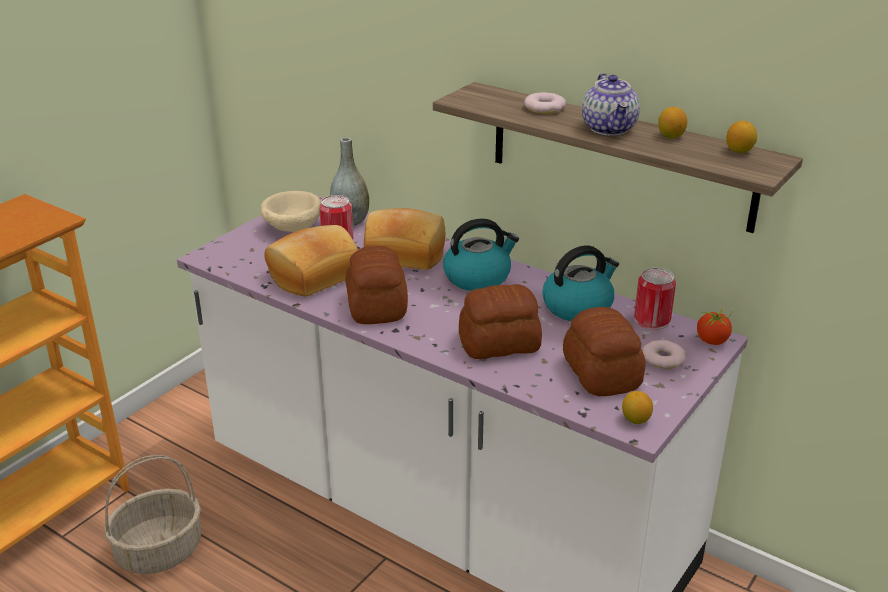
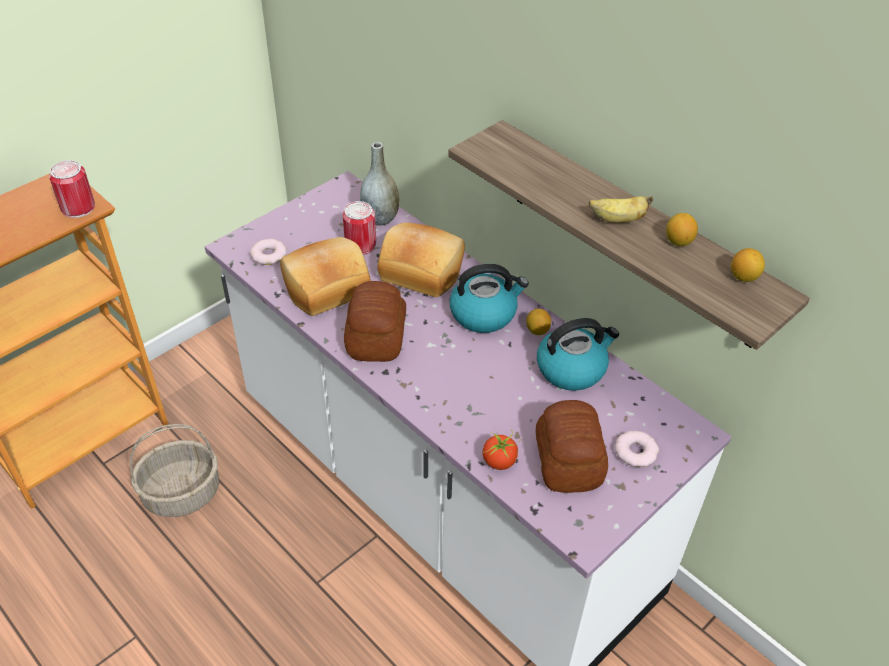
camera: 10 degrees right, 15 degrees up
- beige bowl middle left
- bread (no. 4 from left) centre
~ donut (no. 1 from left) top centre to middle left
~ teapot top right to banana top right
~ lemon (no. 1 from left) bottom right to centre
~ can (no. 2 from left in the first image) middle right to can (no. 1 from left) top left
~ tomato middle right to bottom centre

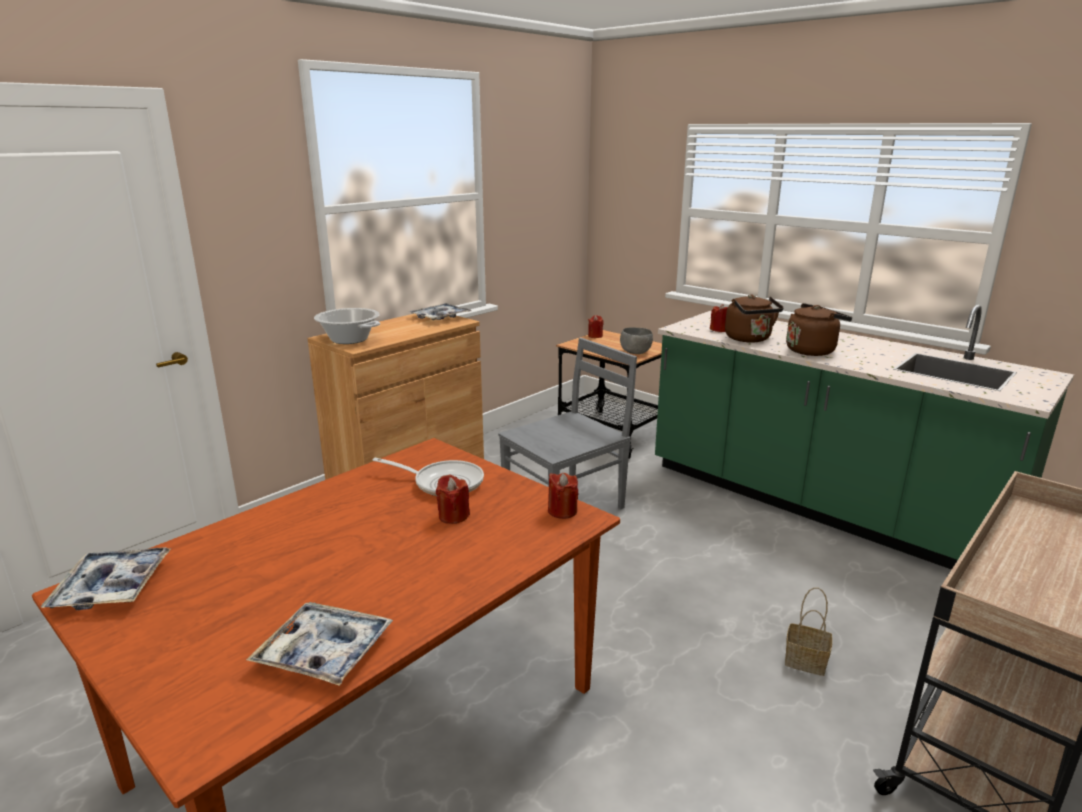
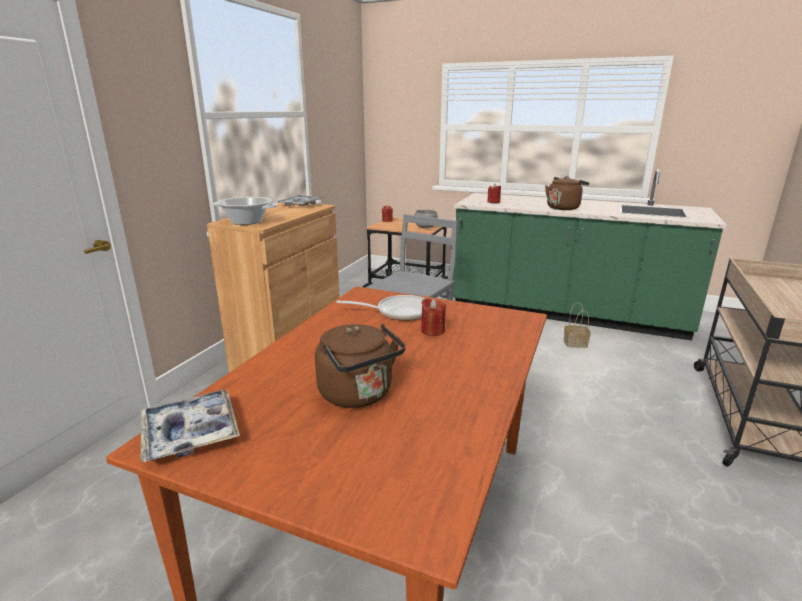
camera: 20 degrees left, 0 degrees up
- tray (no. 2 from left) bottom left
- red candle (no. 2 from left) centre
~ brown kettle (no. 1 from left) middle right to centre
~ basket bottom right to middle right

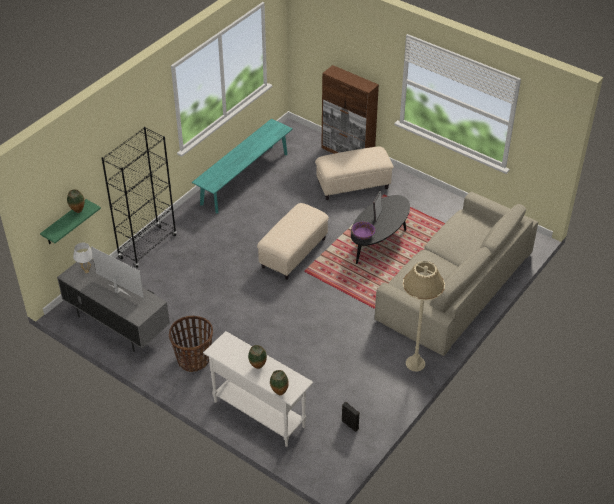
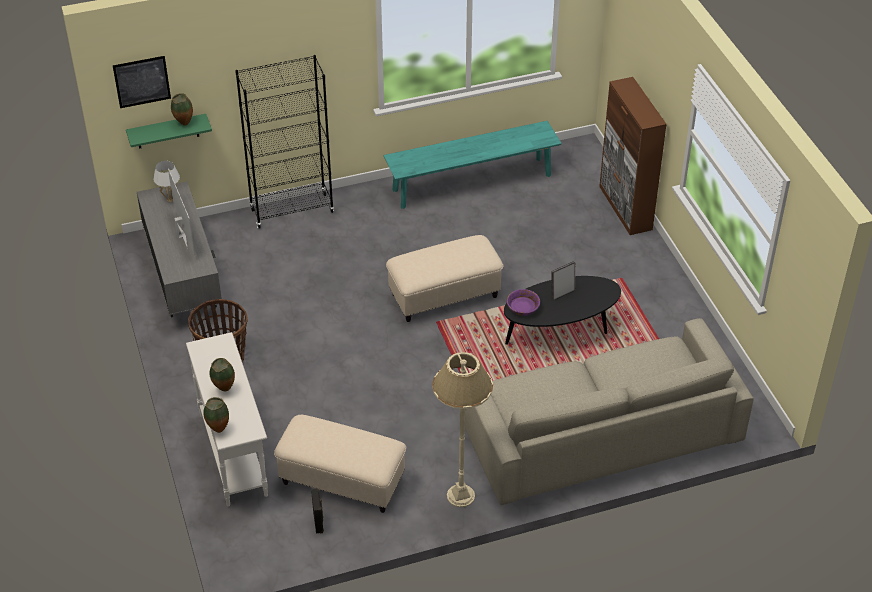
camera: 35 degrees right, 0 degrees up
~ beige ottoman (no. 2 from left in the first image) centre to beige ottoman (no. 1 from left) bottom centre
+ picture top left

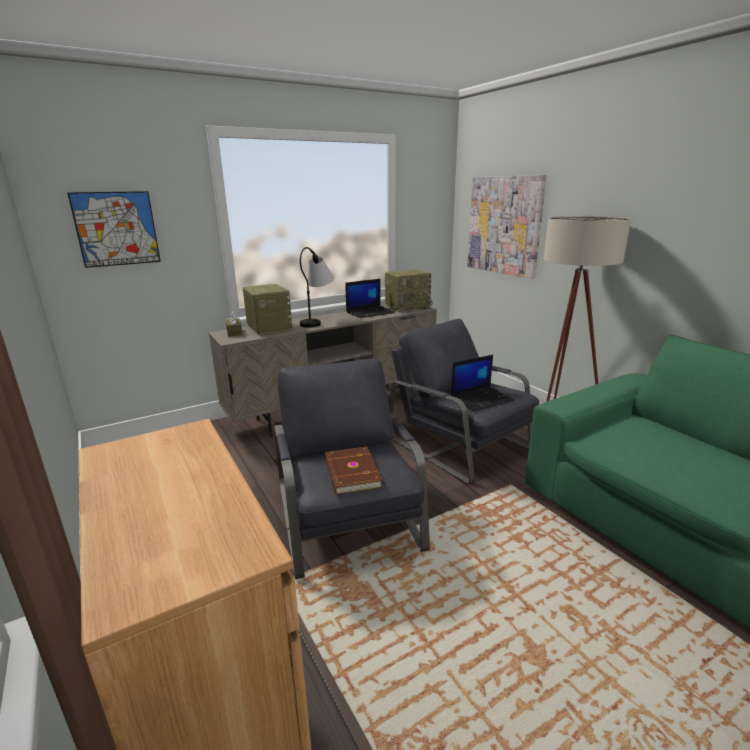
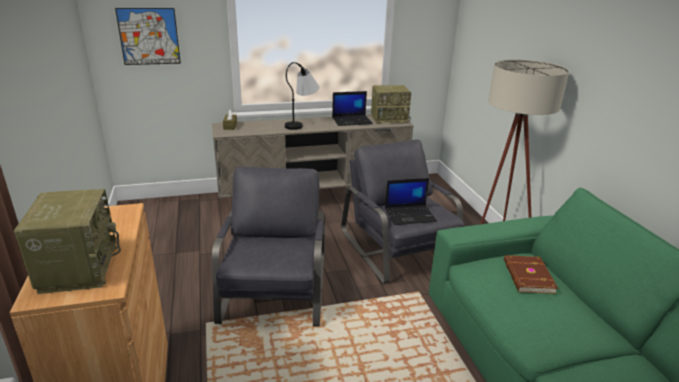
camera: 15 degrees right, 5 degrees up
~ radio (no. 1 from left) centre to middle left
~ brown book centre to bottom right
- picture (no. 2 from left) top right

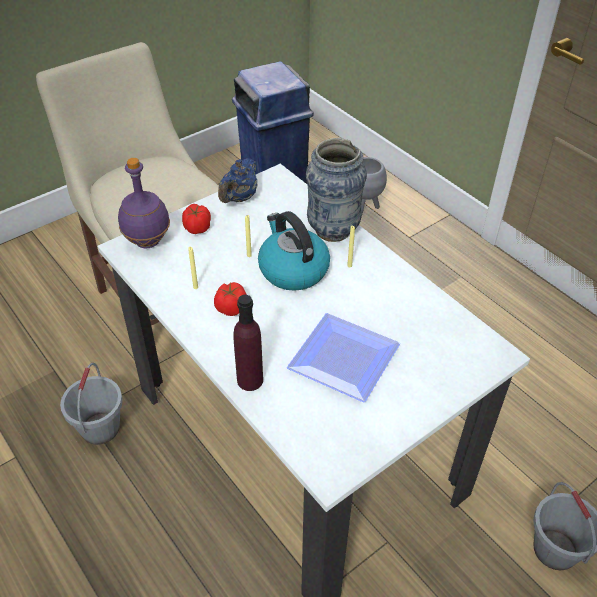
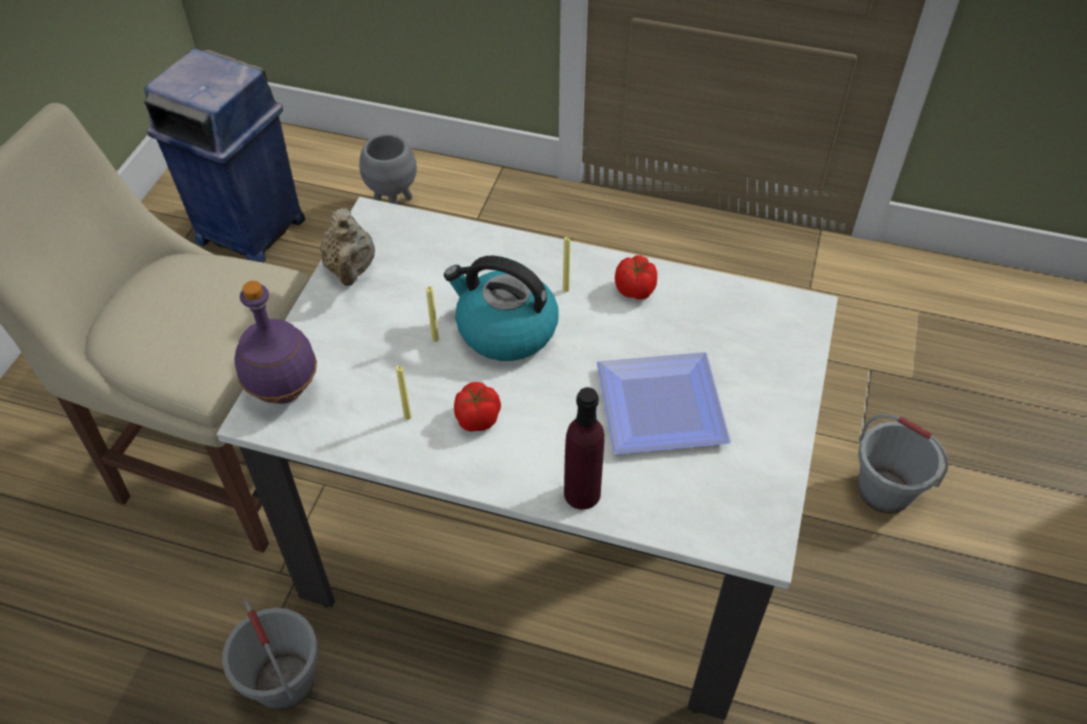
camera: 35 degrees left, 5 degrees up
~ tomato (no. 1 from left in the first image) middle left to tomato (no. 2 from left) centre
~ blue teapot top centre to beige teapot middle left
- vase top centre

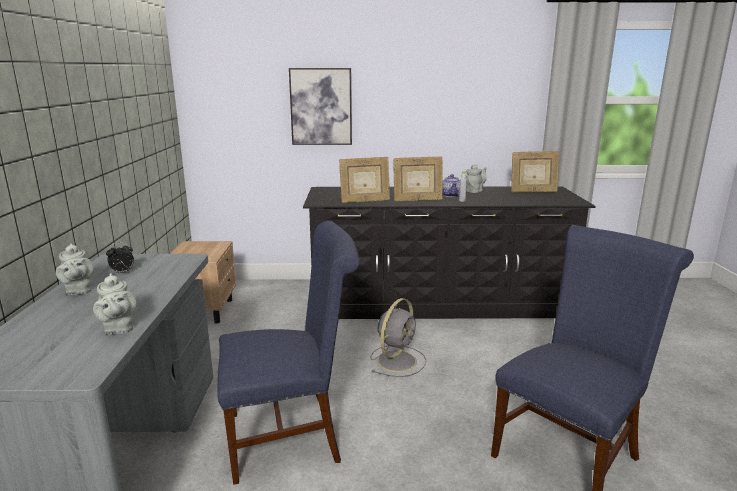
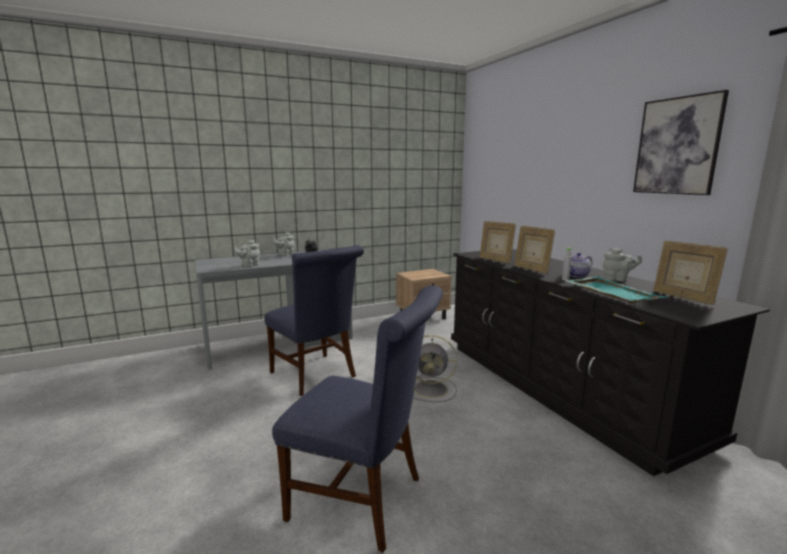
camera: 65 degrees right, 5 degrees down
~ picture top centre to top right
+ turquoise tray middle right

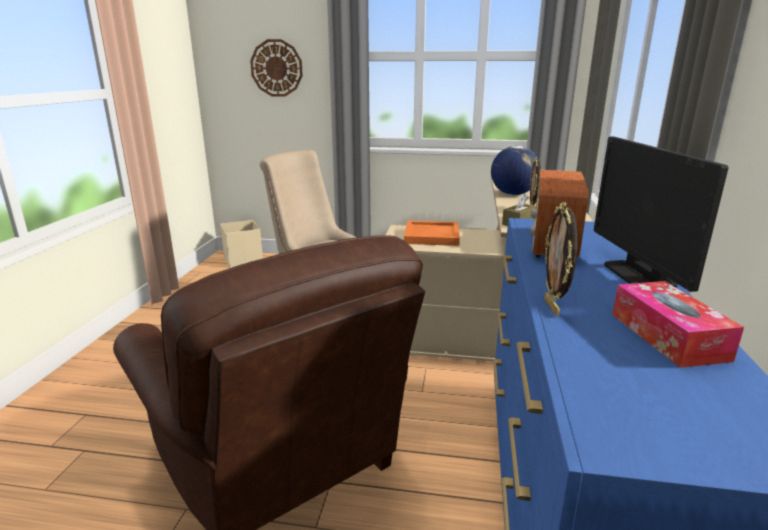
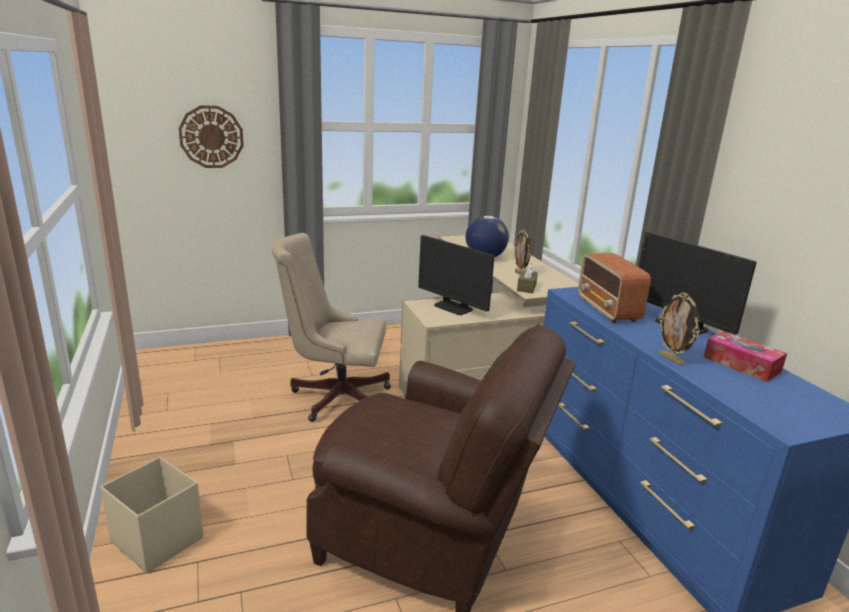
camera: 30 degrees left, 0 degrees up
~ beige storage box middle left to bottom left
~ orange tray centre to monitor (no. 1 from left) centre

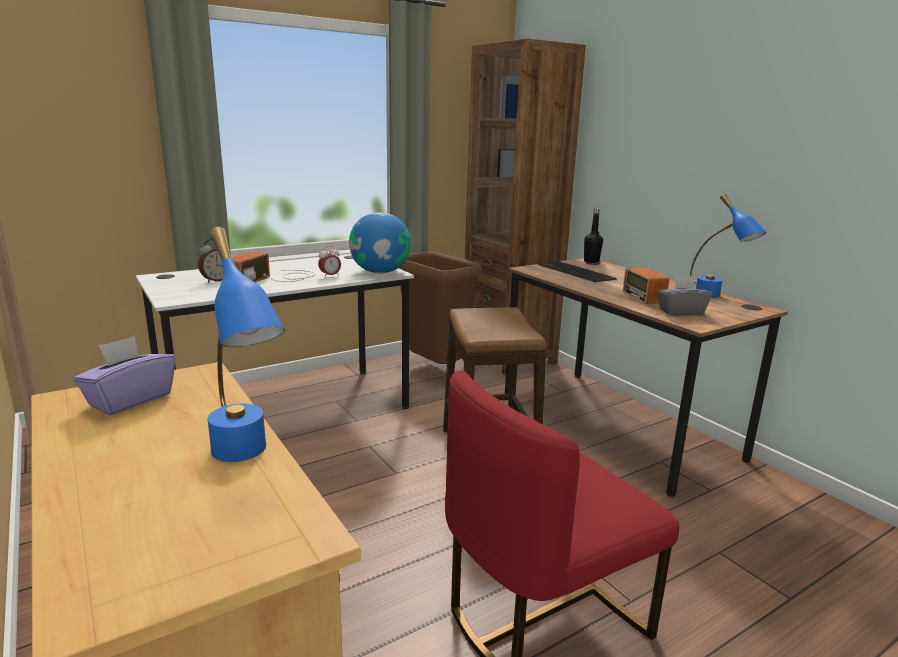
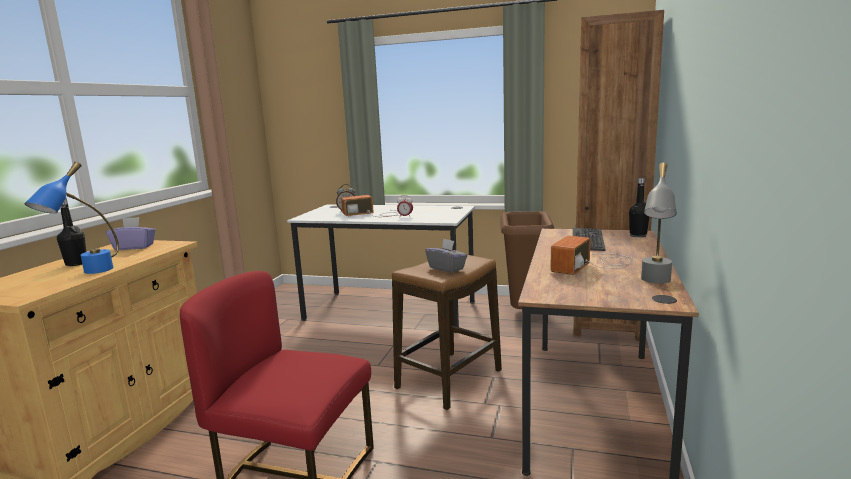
camera: 50 degrees right, 5 degrees down
- globe centre
~ grey tissue box middle right to centre
~ blue table lamp (no. 2 from left) middle right to grey table lamp middle right
+ black bottle (no. 1 from left) middle left

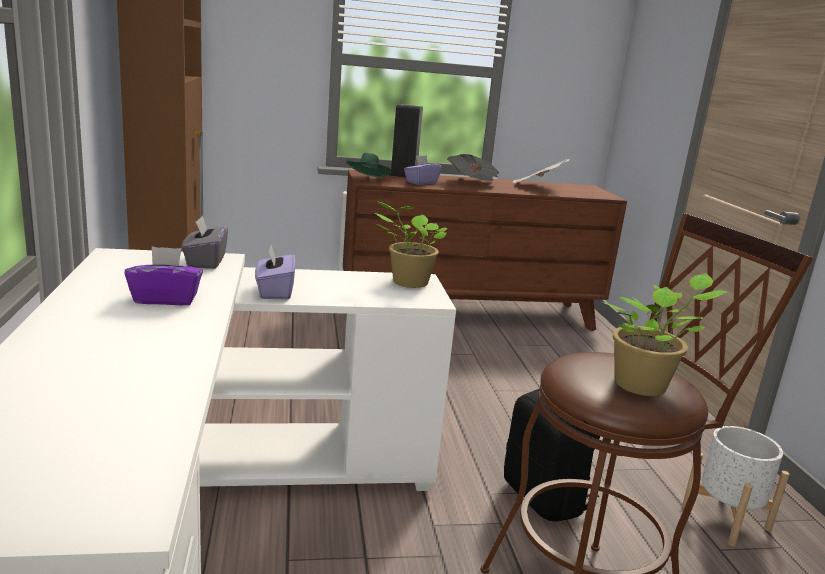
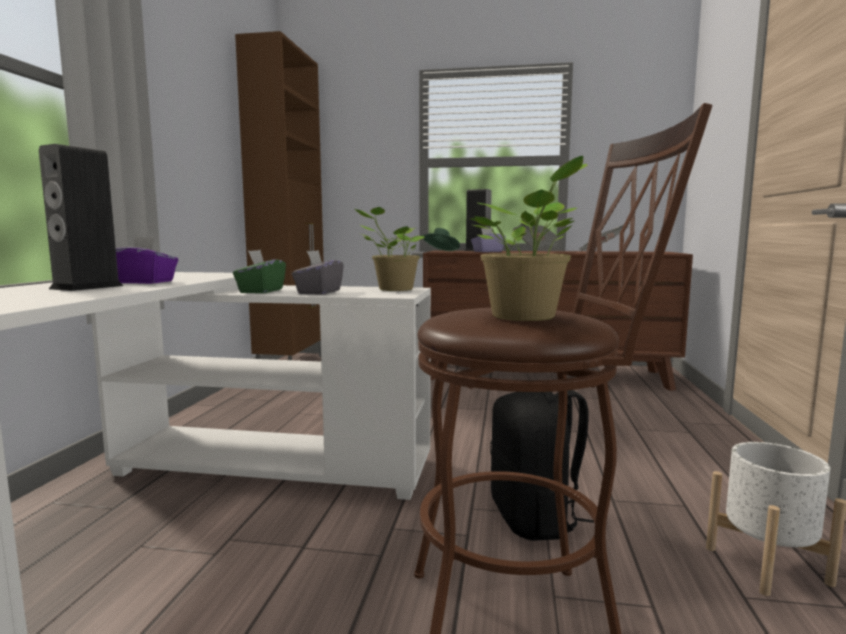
camera: 20 degrees right, 10 degrees down
~ grey tissue box middle left to centre
~ purple tissue box (no. 2 from left) centre to green tissue box middle left
+ speaker (no. 1 from left) middle left

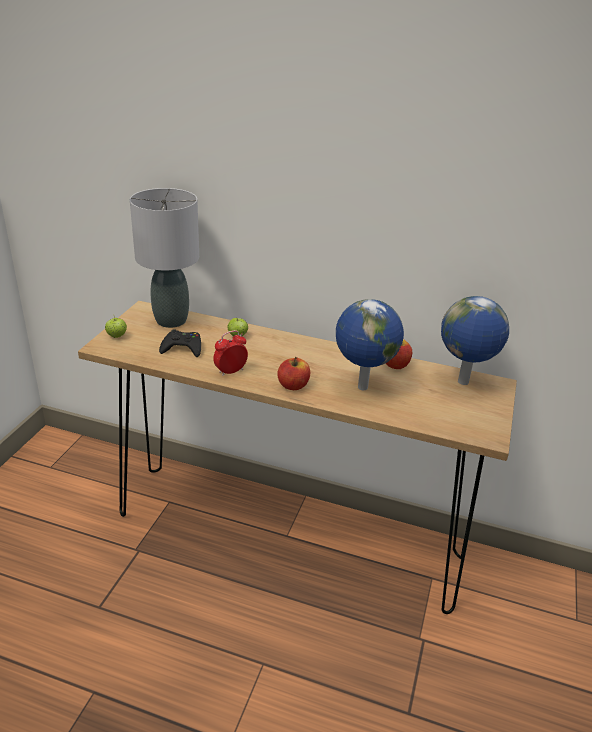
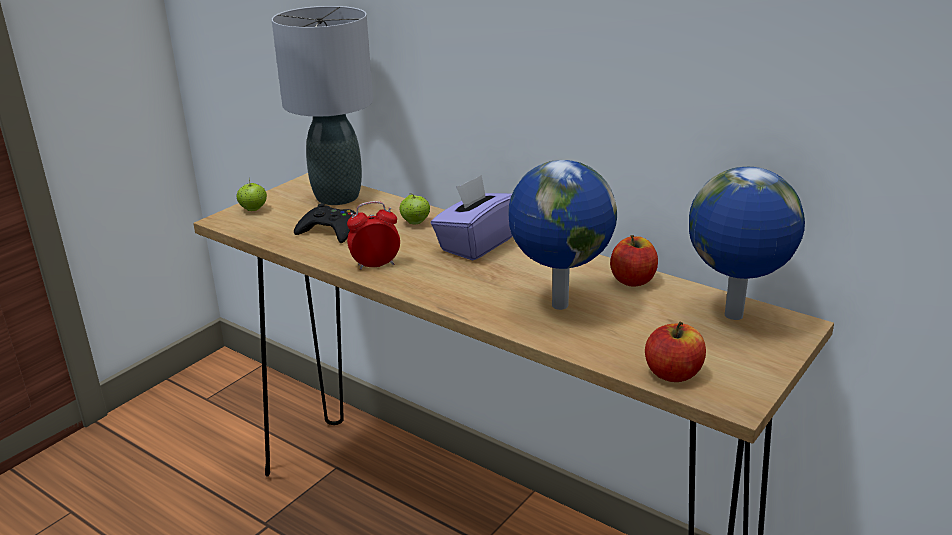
camera: 20 degrees right, 5 degrees down
~ apple (no. 3 from left in the first image) centre to apple (no. 4 from left) middle right
+ purple tissue box centre

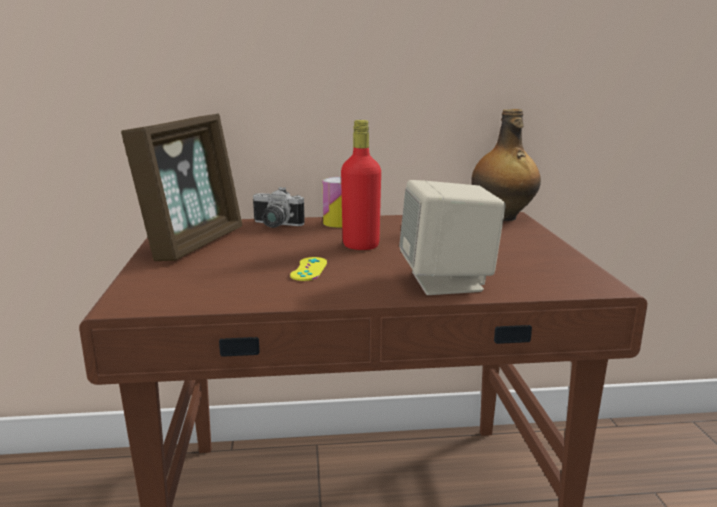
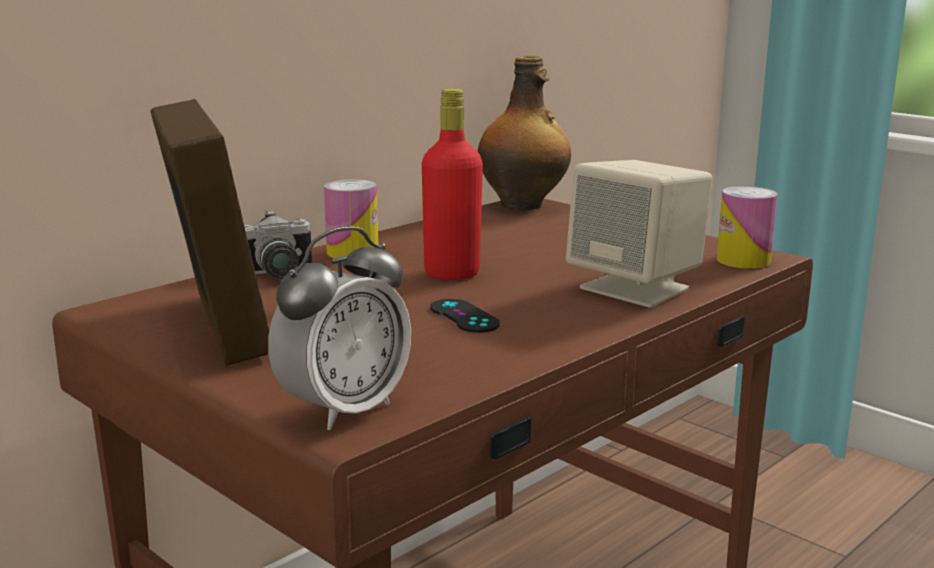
camera: 40 degrees left, 0 degrees up
~ yellow game controller centre to black game controller centre
+ alarm clock centre
+ can (no. 2 from left) middle right

